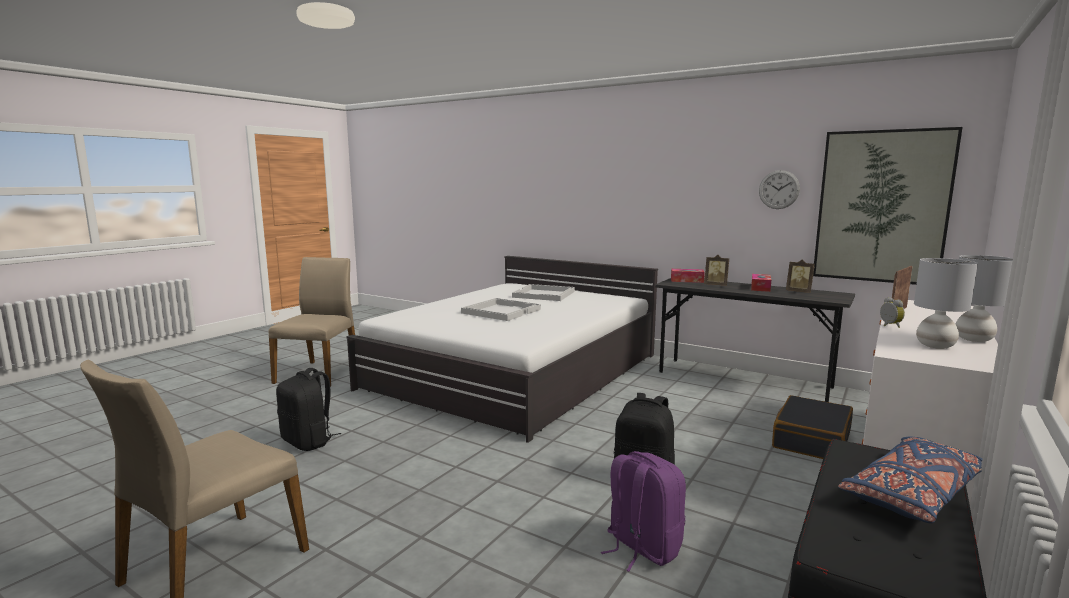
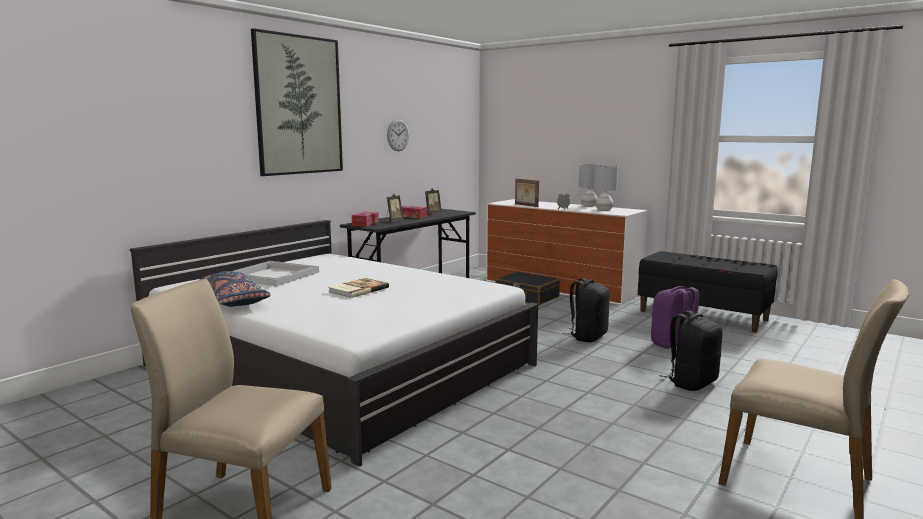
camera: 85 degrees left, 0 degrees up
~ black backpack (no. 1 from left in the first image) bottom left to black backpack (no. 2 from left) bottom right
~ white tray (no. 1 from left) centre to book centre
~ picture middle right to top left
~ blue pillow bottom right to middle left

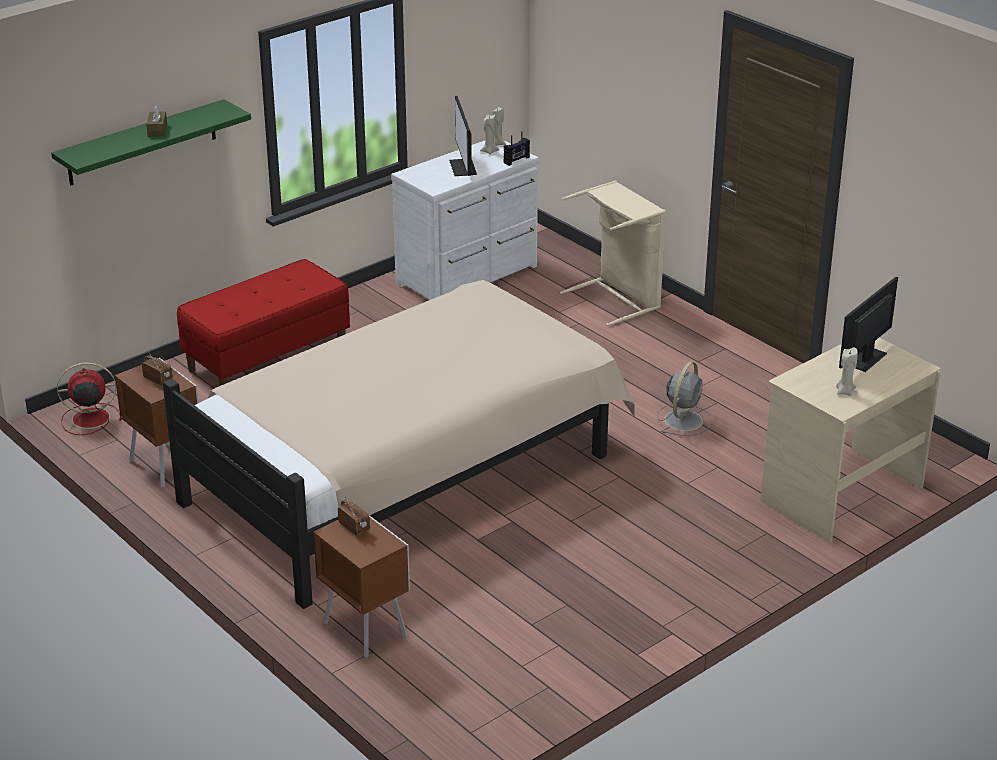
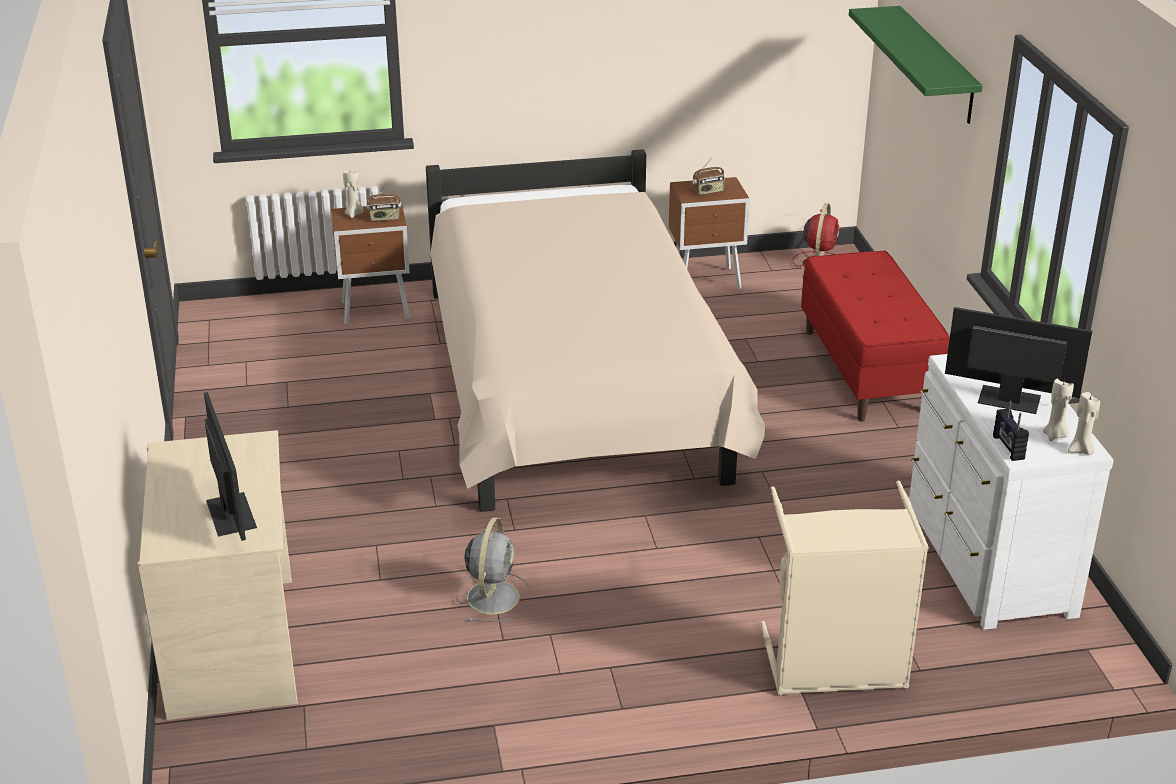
camera: 120 degrees right, 0 degrees up
- brown tissue box top left
~ grey fan middle right = bottom centre 135 degrees counterclockwise
~ beige candle (no. 3 from left in the first image) middle right to beige candle (no. 1 from left) top left

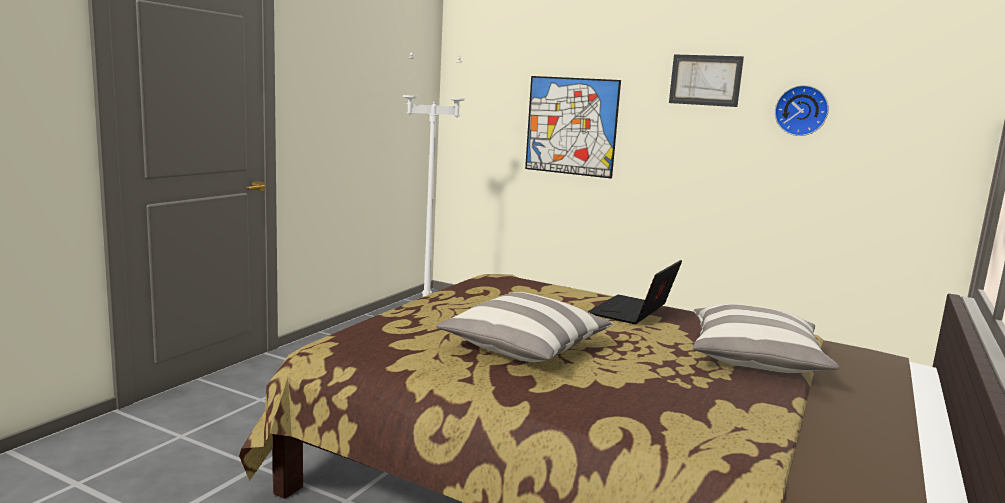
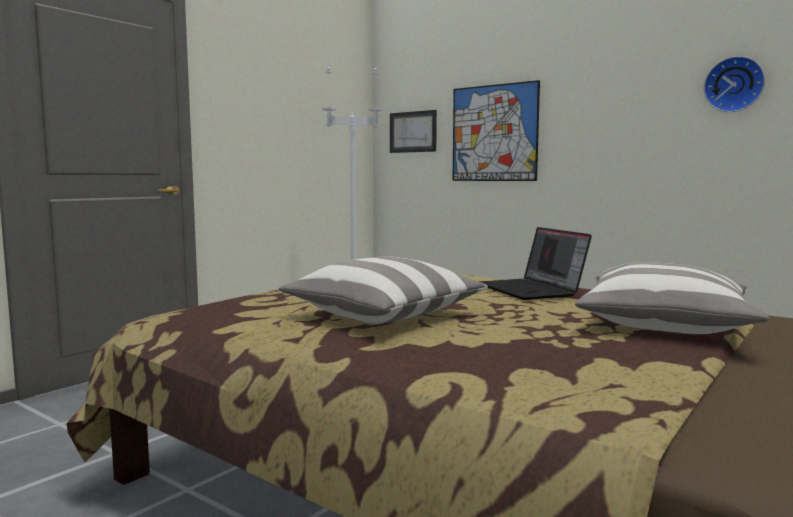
camera: 10 degrees right, 5 degrees down
~ laptop centre = middle right 60 degrees counterclockwise
~ picture (no. 2 from left in the first image) top right to picture (no. 1 from left) top centre

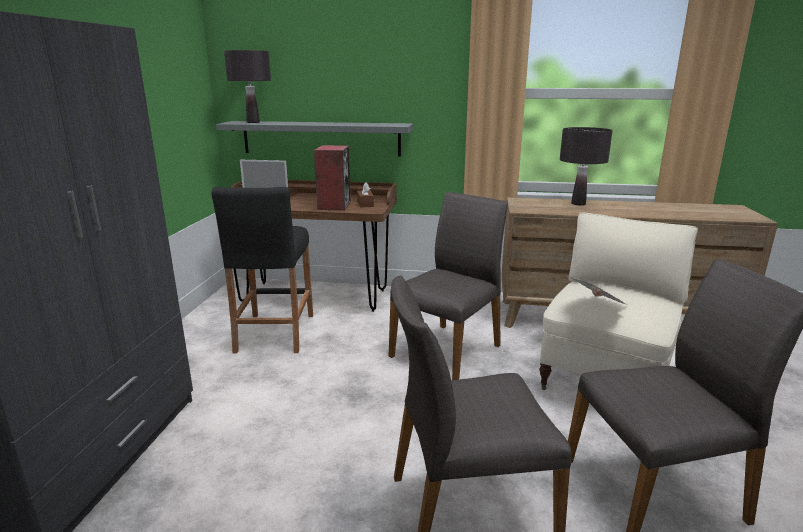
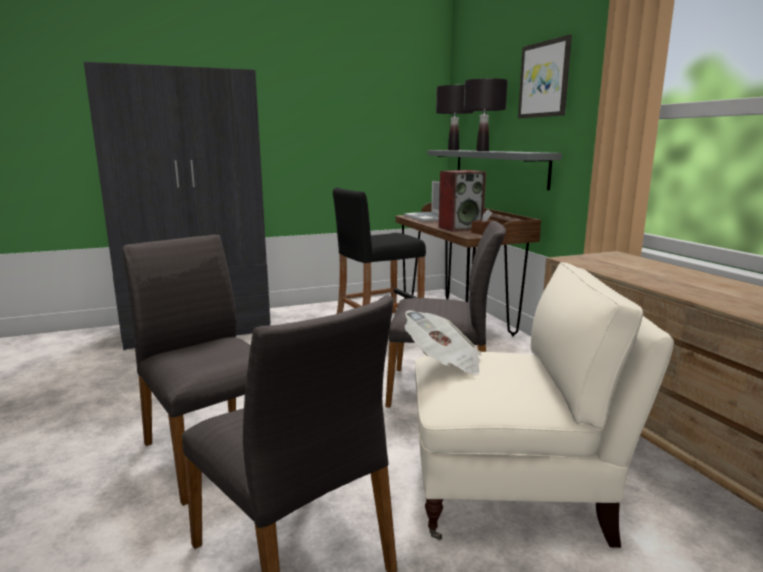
camera: 60 degrees right, 5 degrees down
~ black table lamp (no. 2 from left) top right to top centre
+ picture top right

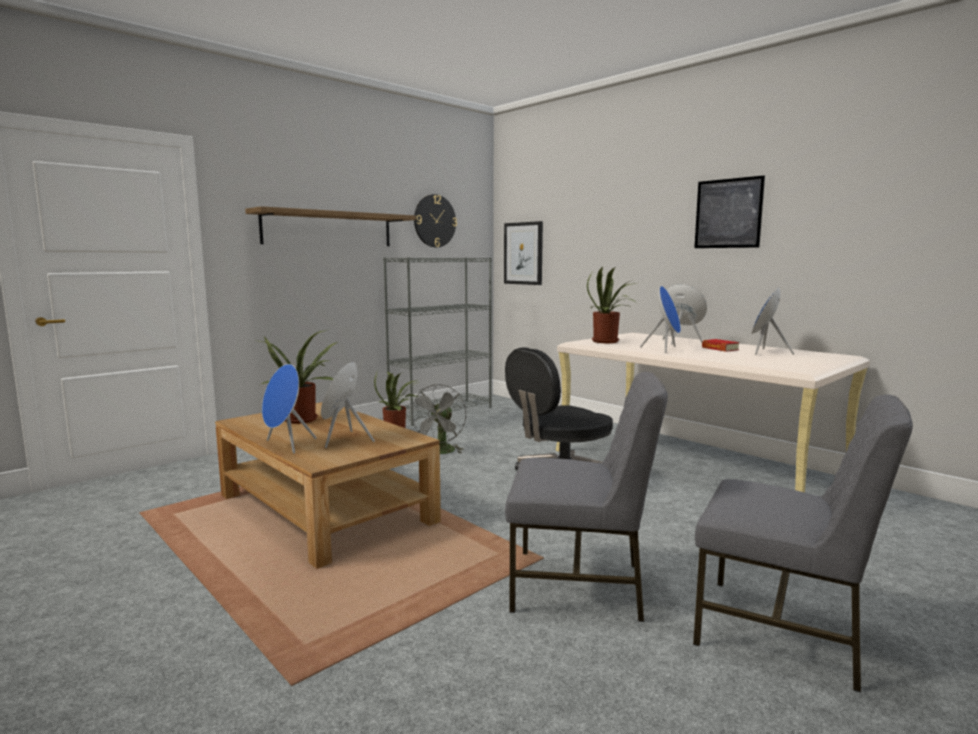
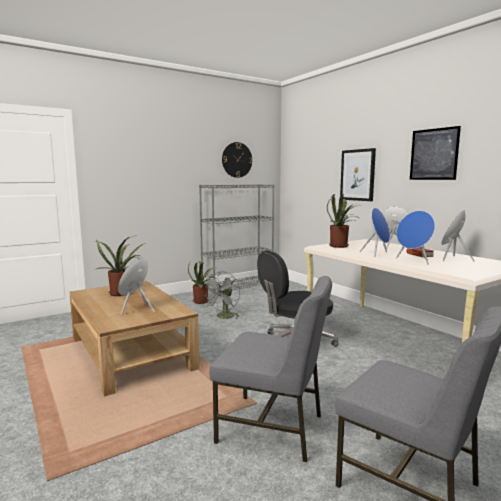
camera: 10 degrees right, 0 degrees up
- shelf top centre
~ blue speaker (no. 1 from left in the first image) middle left to blue speaker (no. 4 from left) middle right
~ picture (no. 1 from left) centre to middle right

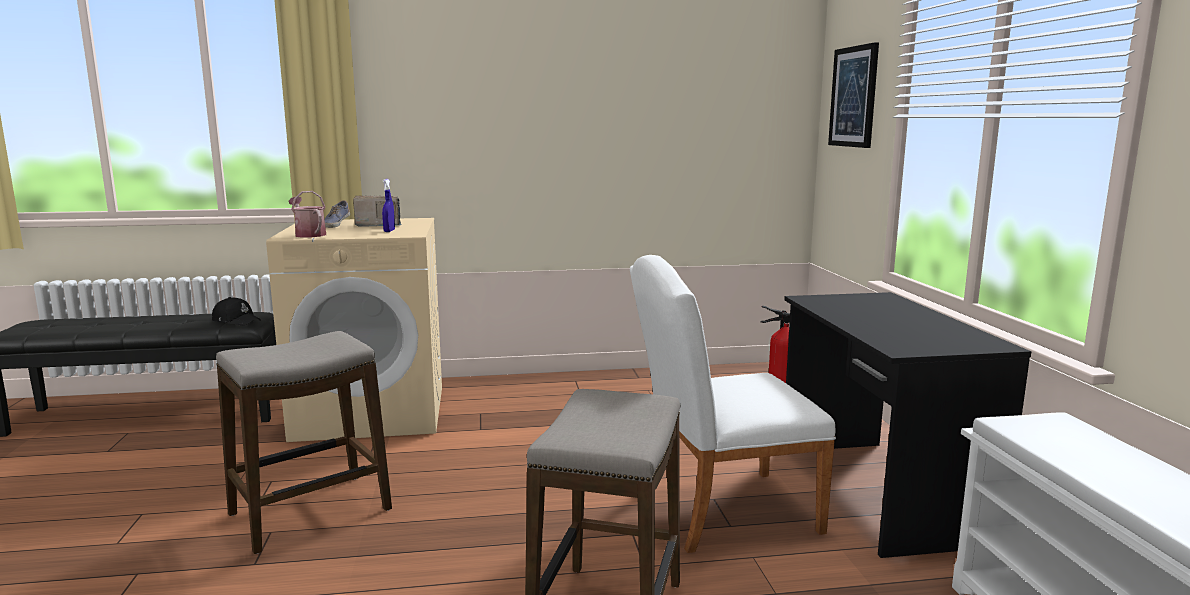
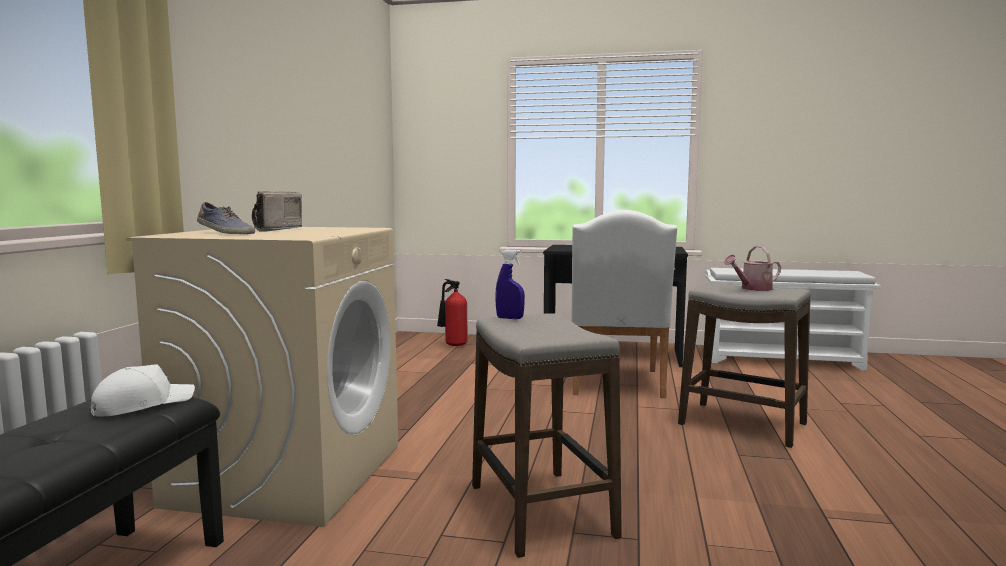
camera: 70 degrees left, 5 degrees down
~ black cap middle left to white cap bottom left
~ watering can middle left to middle right
~ blue spray bottle middle left to centre
- picture top right

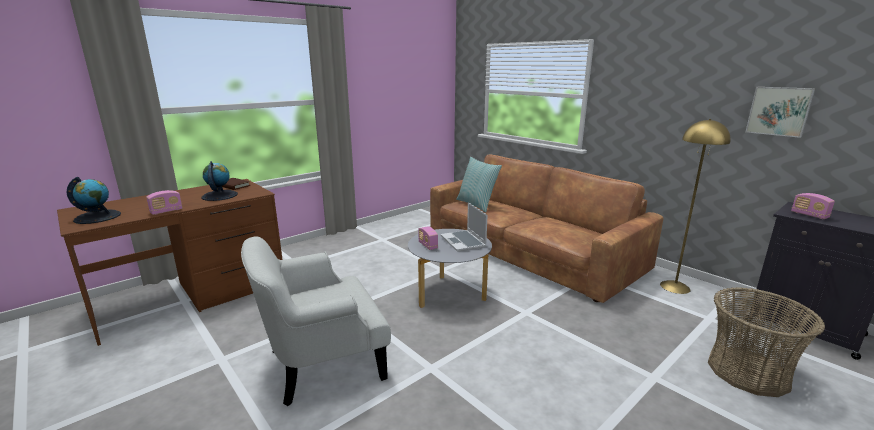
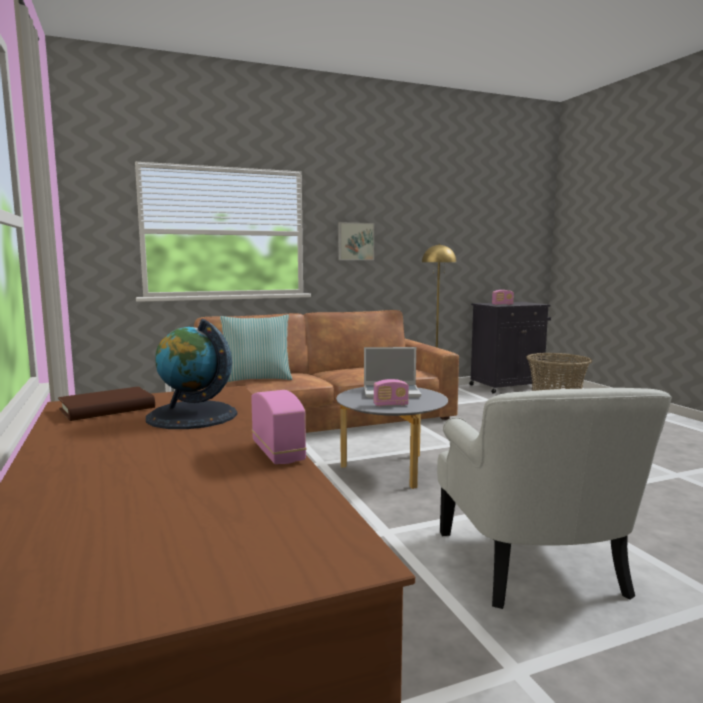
camera: 70 degrees left, 10 degrees down
- globe (no. 1 from left) middle left
~ picture top right to centre

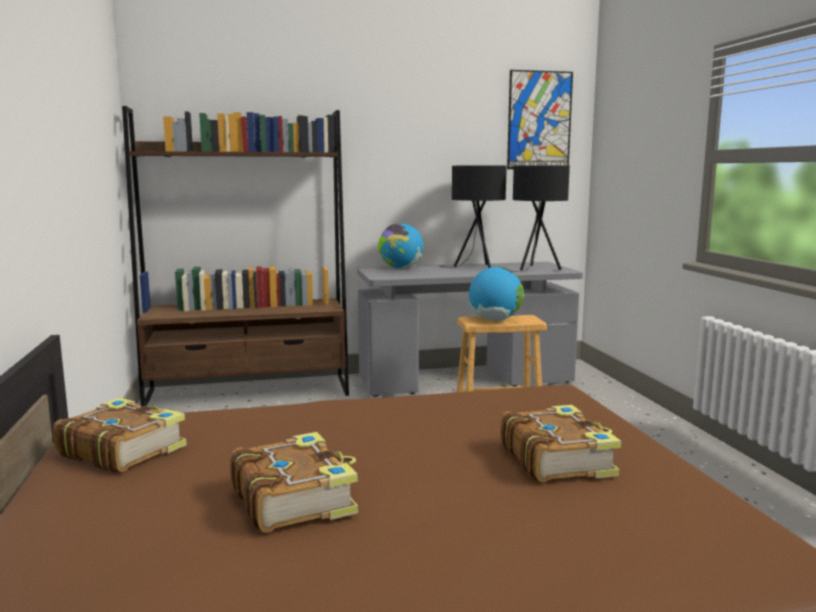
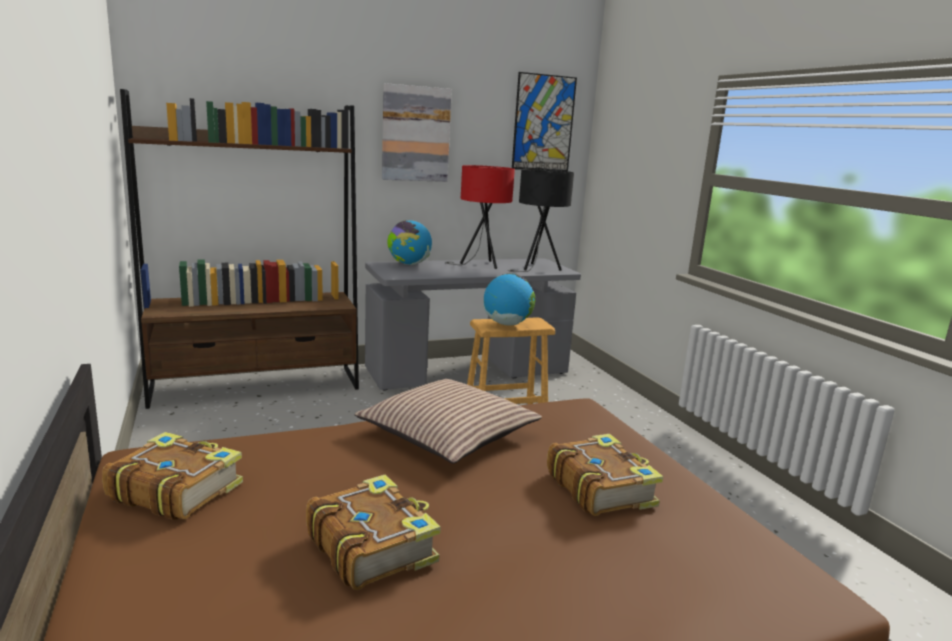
camera: 10 degrees left, 5 degrees up
~ black table lamp (no. 1 from left) centre to red table lamp centre
+ pillow centre
+ picture (no. 1 from left) top centre

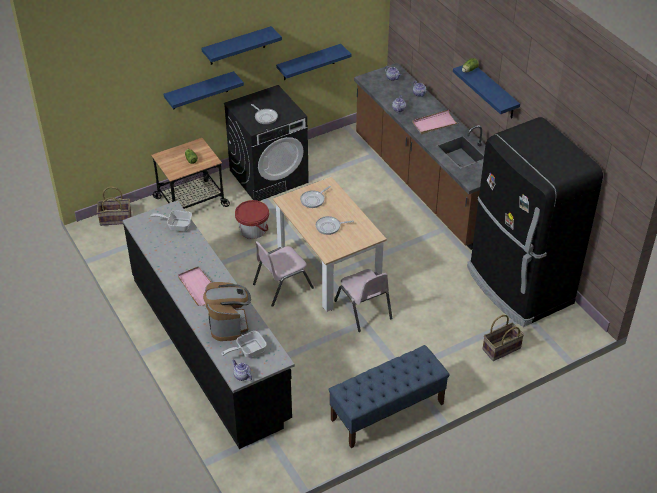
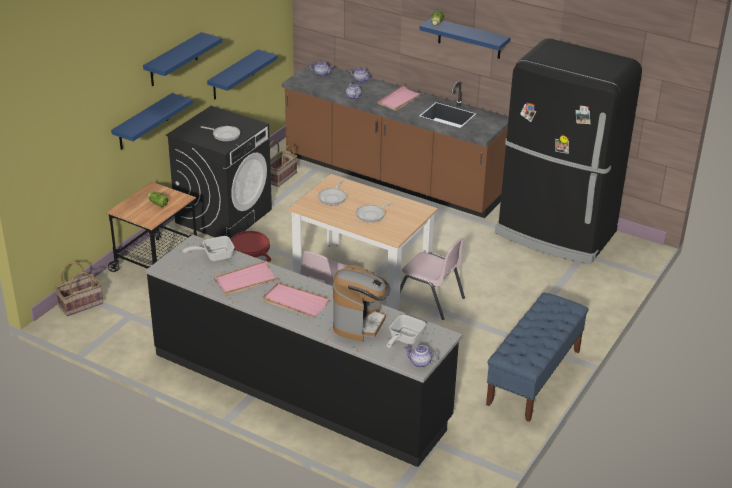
camera: 30 degrees left, 10 degrees down
~ coffee machine centre = centre 60 degrees clockwise
~ basket (no. 2 from left) bottom right to centre
+ pink tray (no. 1 from left) centre

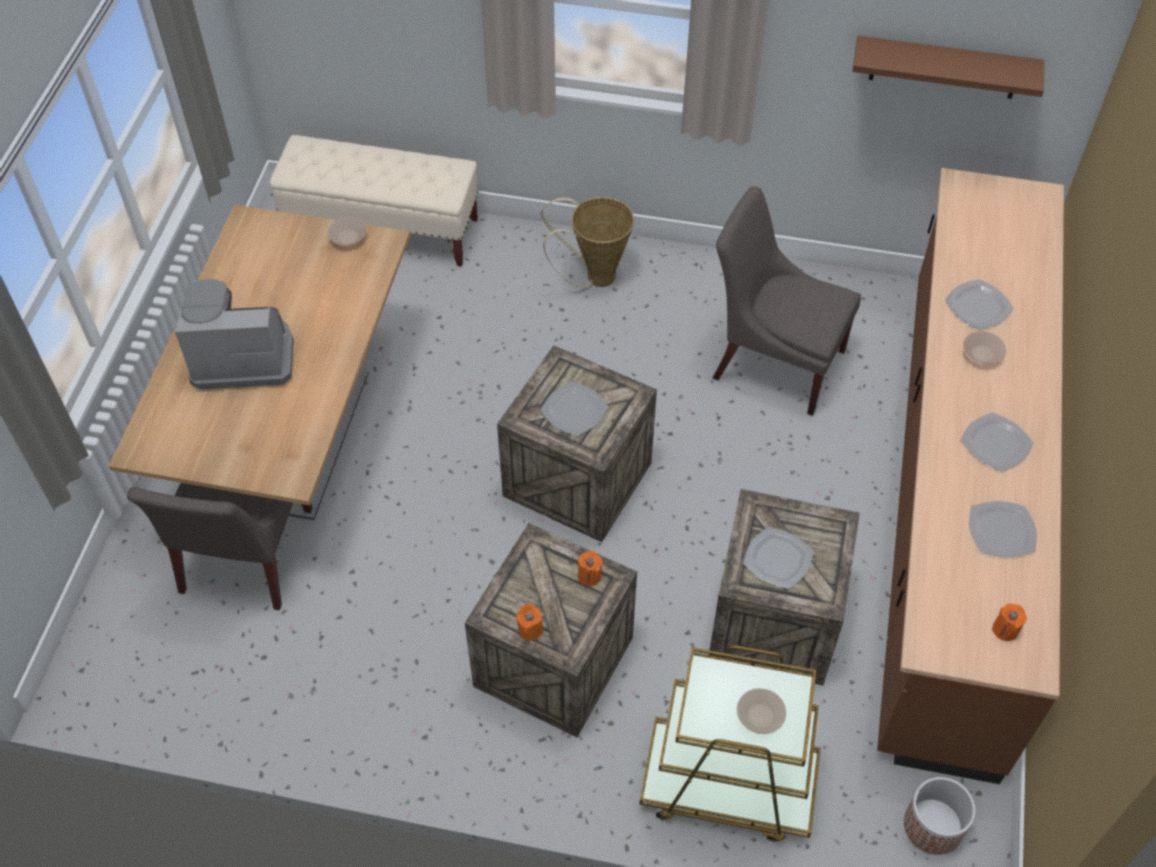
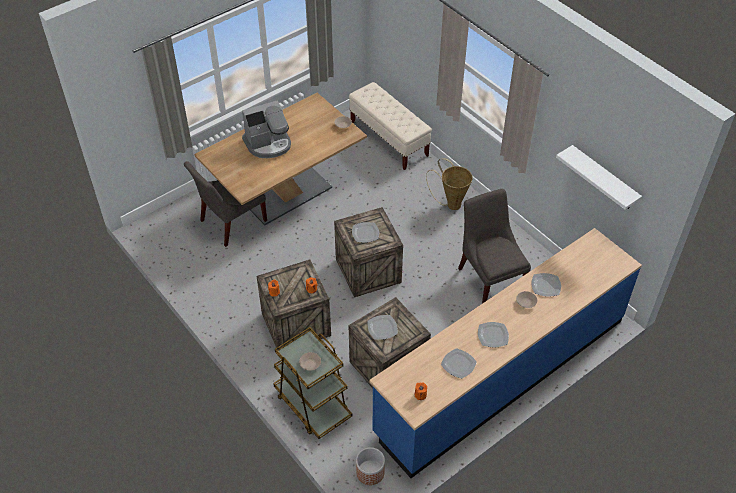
camera: 40 degrees right, 5 degrees down
~ coffee machine middle left = top centre 120 degrees clockwise
~ brown shelf top right to white shelf middle right
~ brown counter middle right to blue counter bottom right

